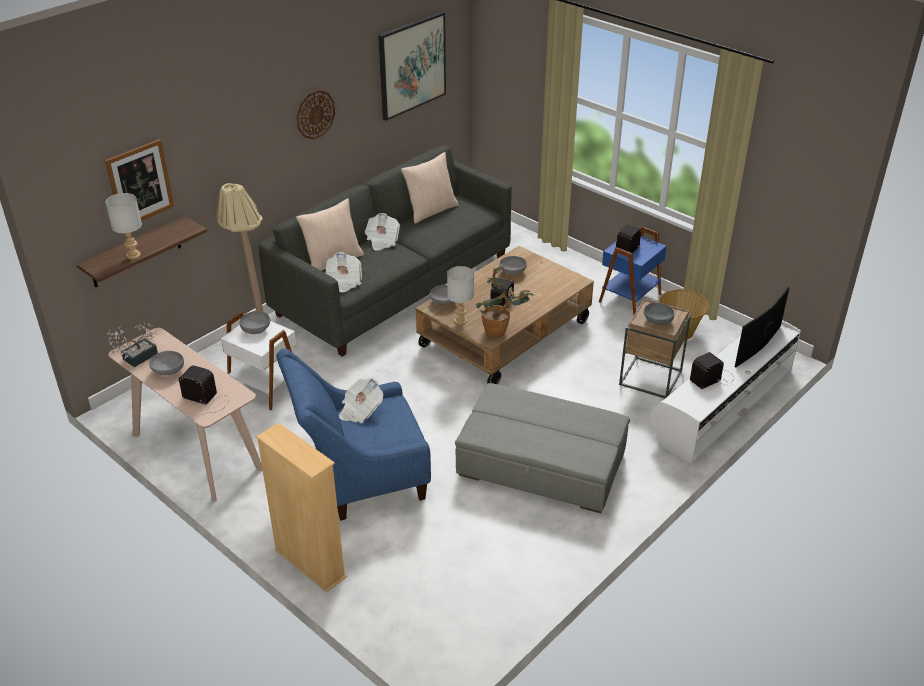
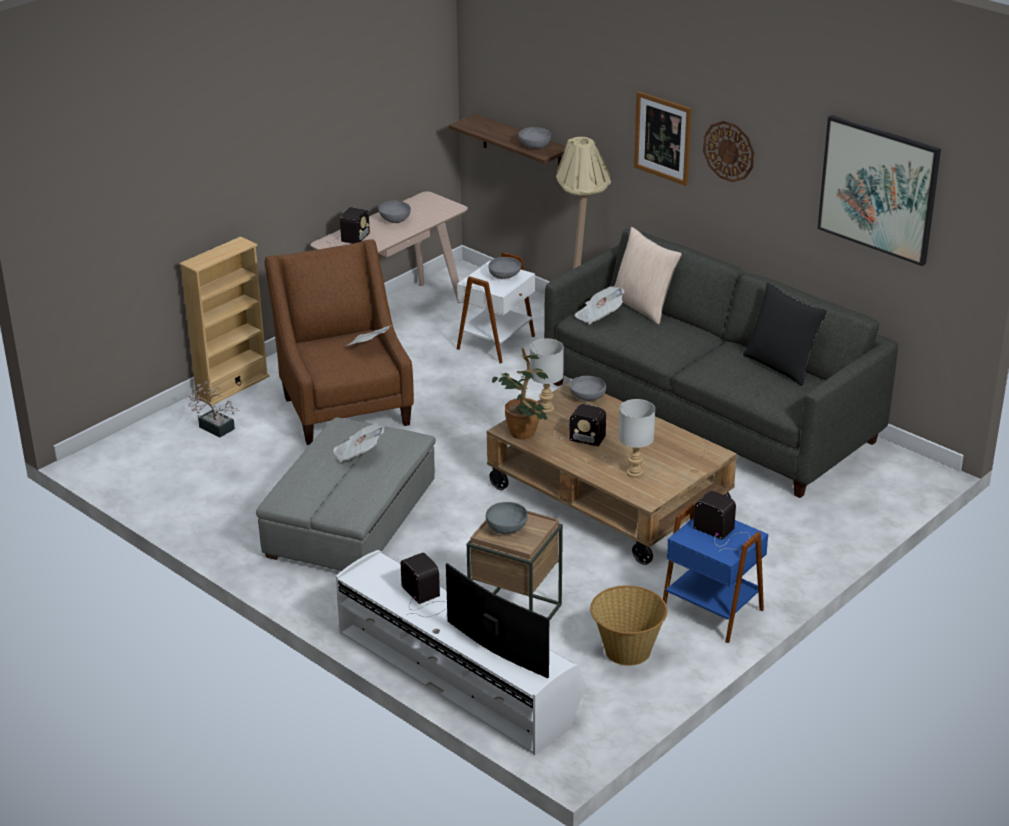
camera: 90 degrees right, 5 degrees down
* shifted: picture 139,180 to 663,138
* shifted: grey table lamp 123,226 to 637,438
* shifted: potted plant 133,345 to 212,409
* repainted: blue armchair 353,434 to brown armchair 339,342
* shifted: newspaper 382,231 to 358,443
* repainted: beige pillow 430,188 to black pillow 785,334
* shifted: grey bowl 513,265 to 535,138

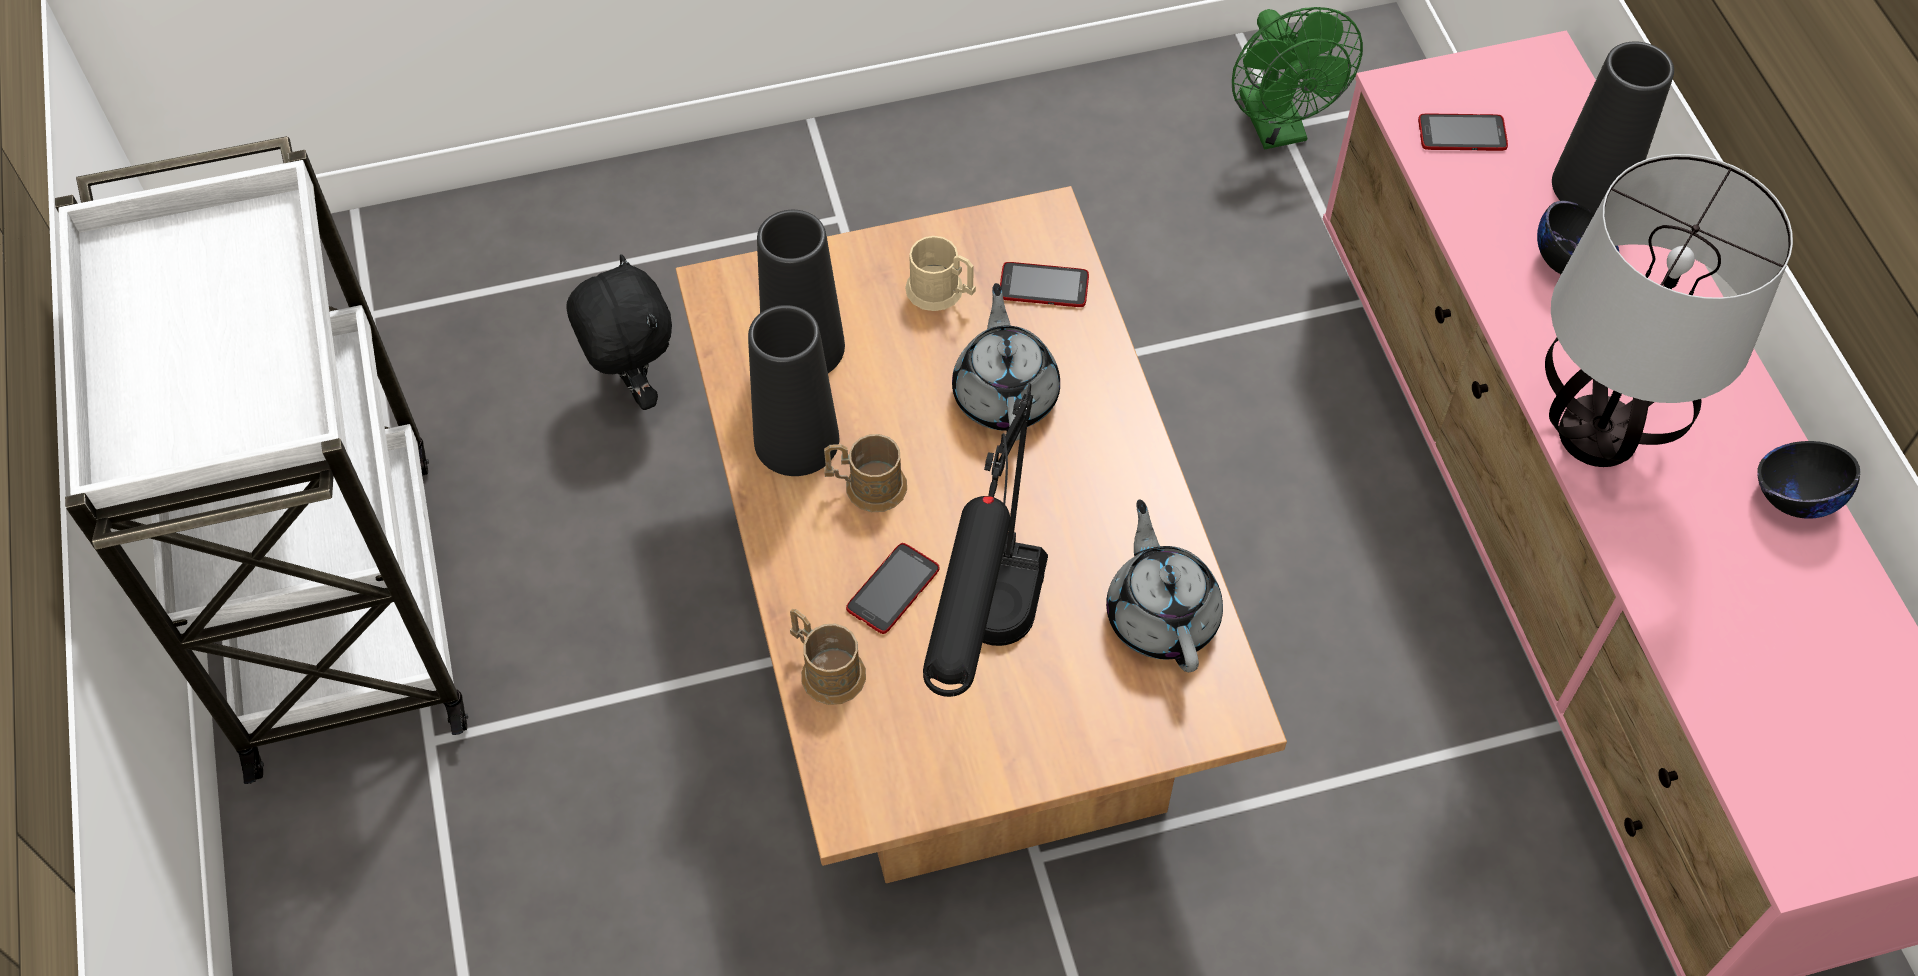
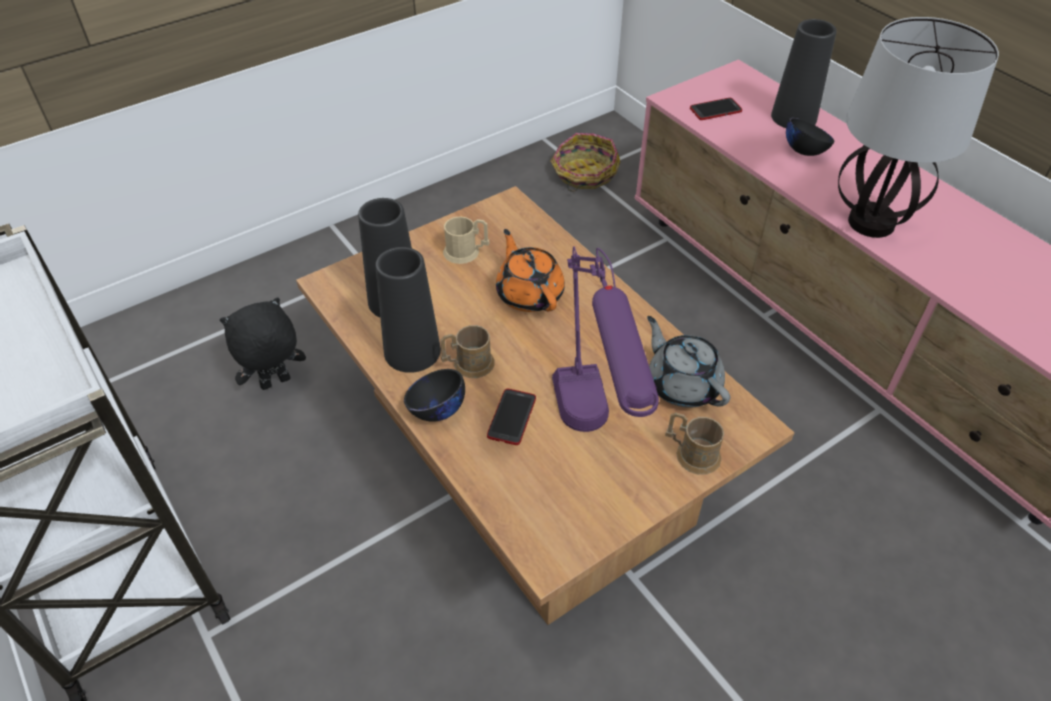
camera: 20 degrees left, 10 degrees down
* rotated: black plush toy 619,332 = 263,343 75 degrees counterclockwise
* shifted: brown mug 828,657 to 694,444
* repainted: black table lamp 985,540 to purple table lamp 605,339
* repainted: grey teapot 1006,362 to orange teapot 530,270
* gone: phone 1044,284
* swapped: green fan 1297,78 to basket 585,162
* shifted: black bowl 1808,480 to 434,395

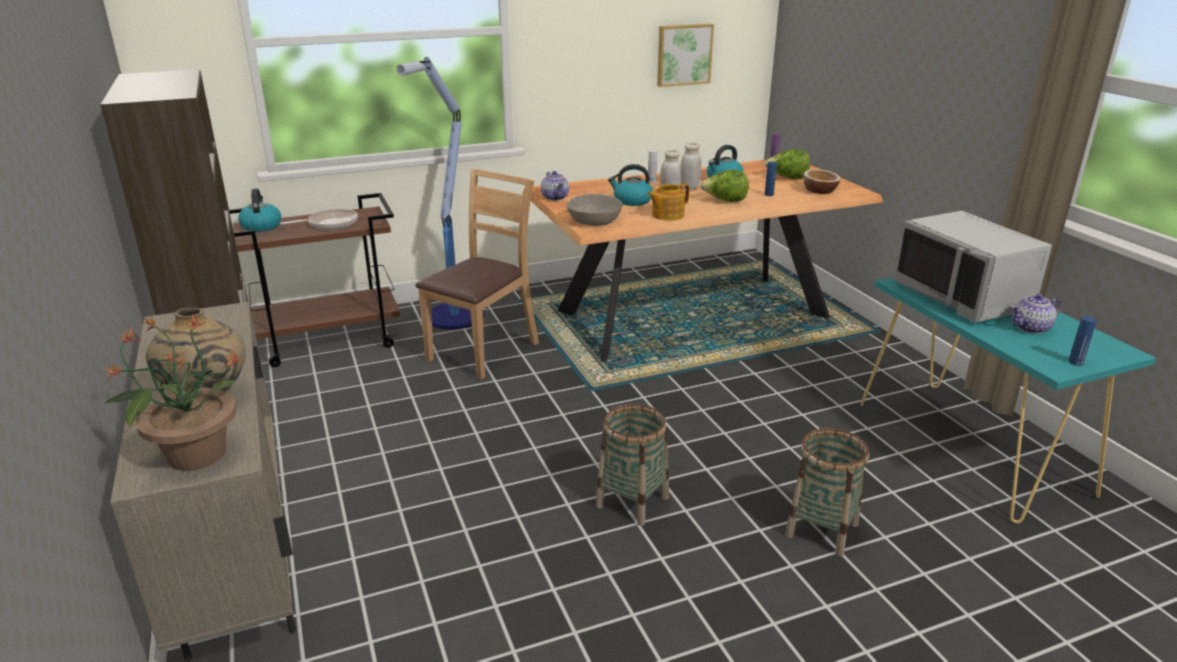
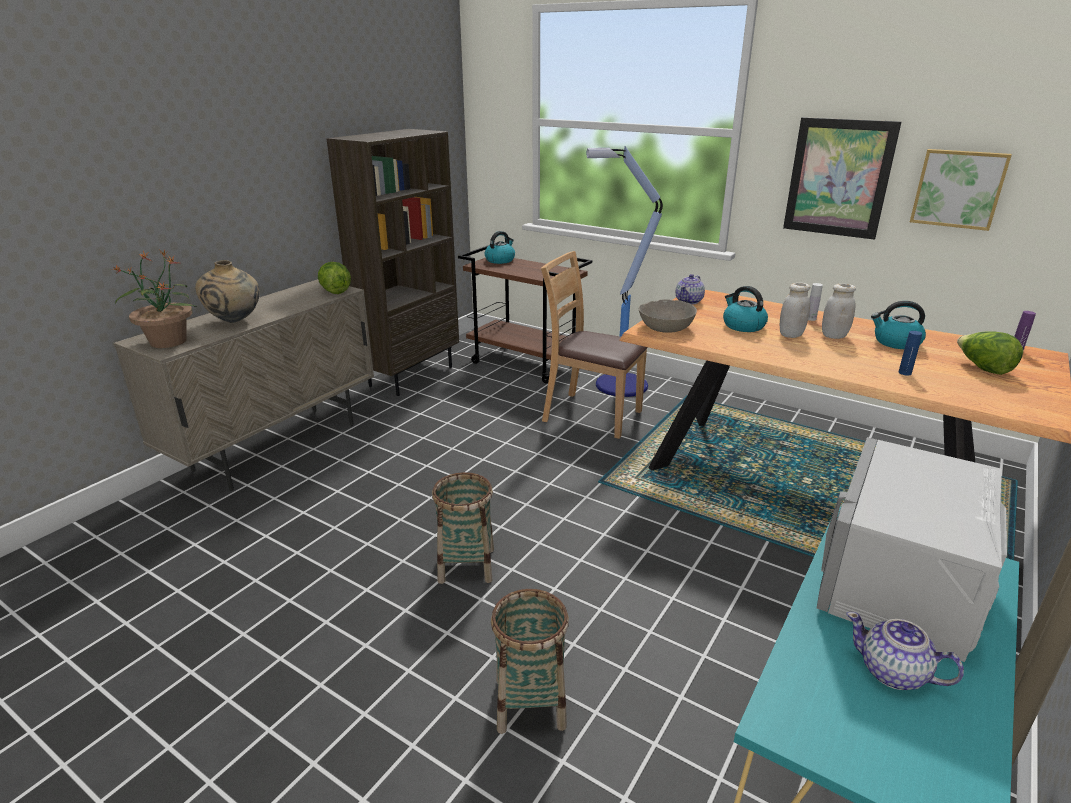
camera: 55 degrees right, 0 degrees up
* gone: frying pan 319,219
* rotated: brown chair 477,274 = 594,345 150 degrees counterclockwise
* gone: teapot 669,202
* shifted: lettuce 724,186 to 334,278
* gone: bowl 822,181
* gone: blue bottle 1083,341
* new: picture 842,178

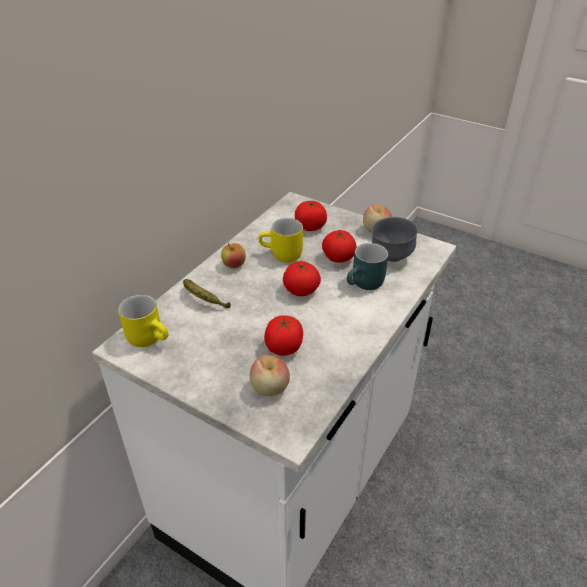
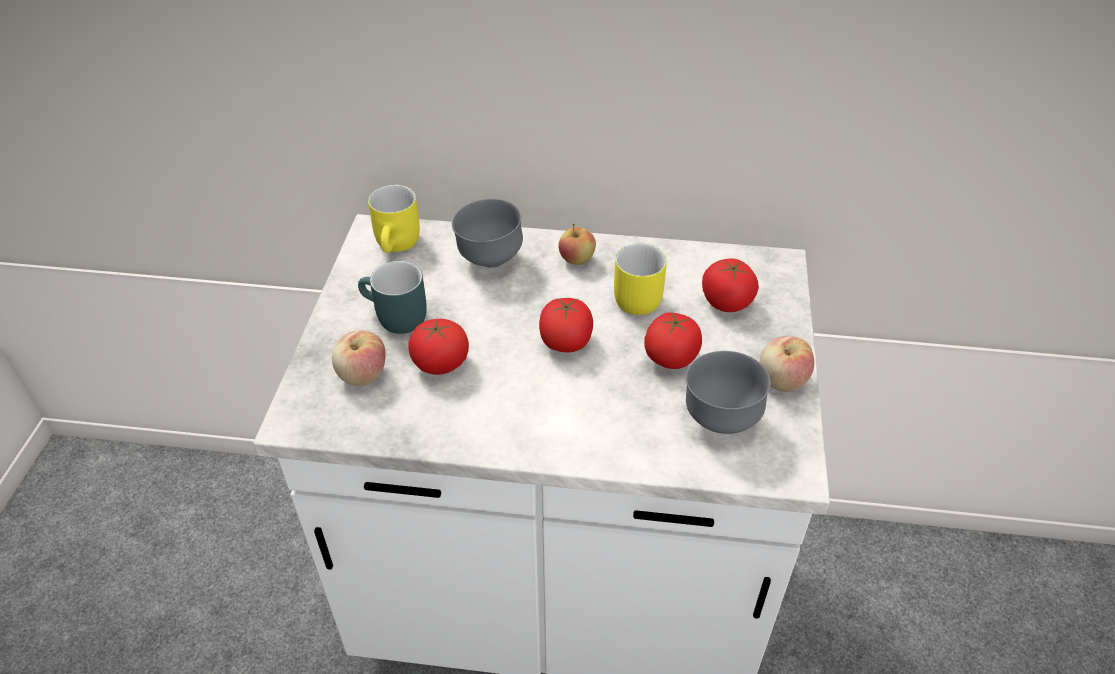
camera: 65 degrees right, 5 degrees up
* swapped: banana 207,293 to grey bowl 487,233
* shifted: turquoise mug 367,266 to 392,297

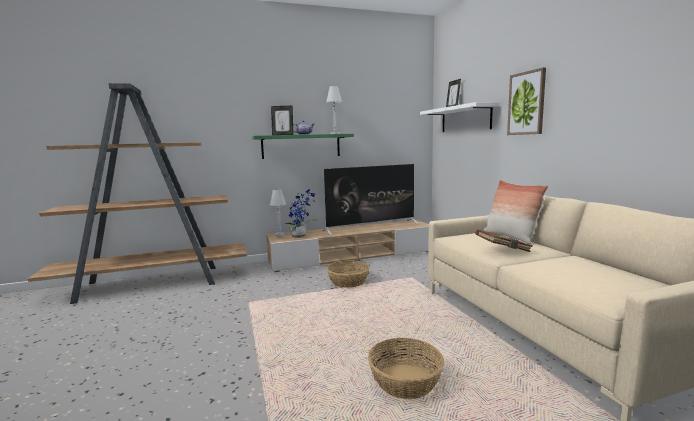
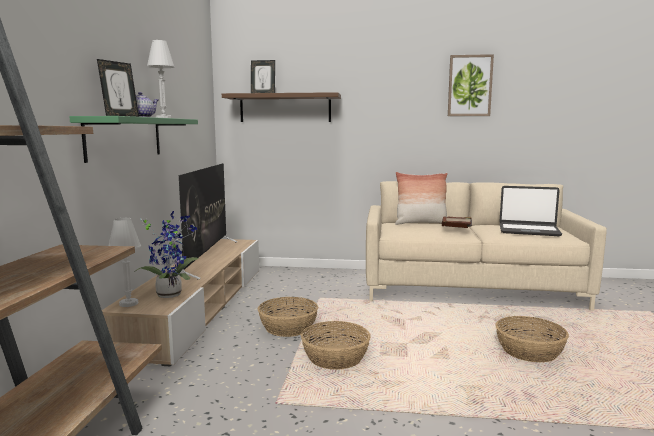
camera: 65 degrees left, 0 degrees up
* repainted: white shelf 459,117 to brown shelf 281,107
* shifted: picture 526,101 to 471,85
* new: basket 336,345
* new: laptop 530,211

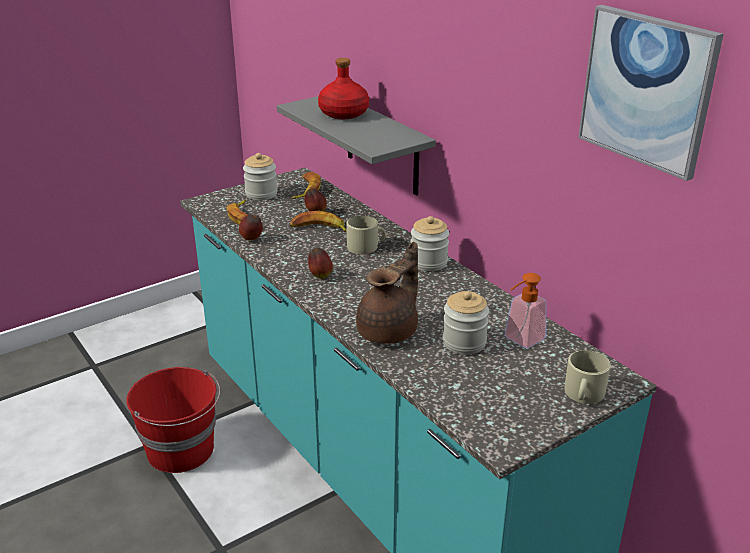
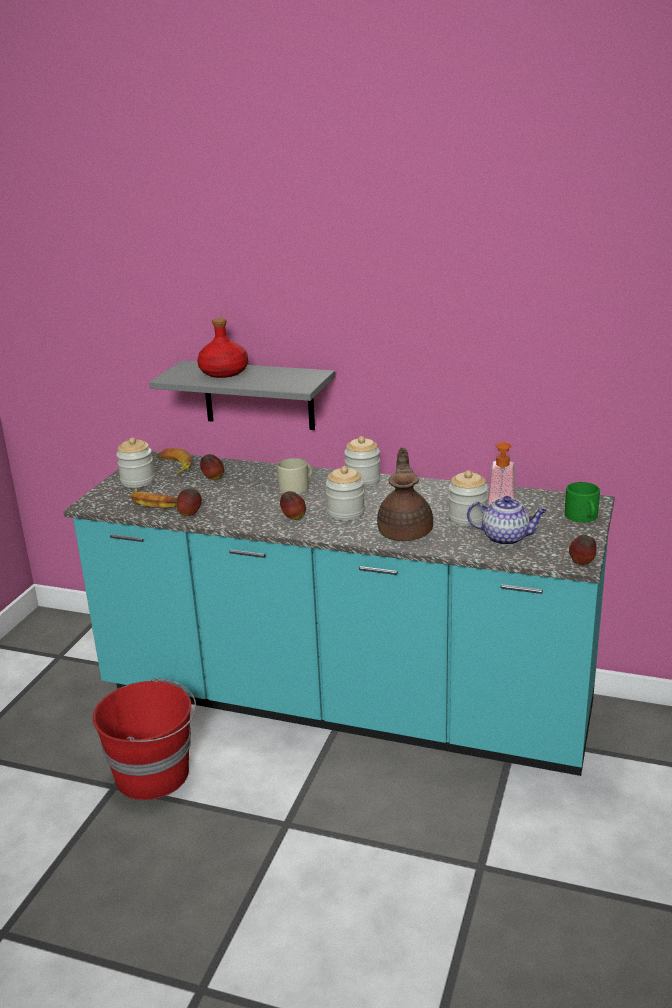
camera: 35 degrees left, 5 degrees down
* gone: banana 318,222
* repainted: beige mug 588,377 to green mug 582,502
* gone: picture 651,93
* new: jar 345,493
* new: teapot 507,520
* new: apple 583,550

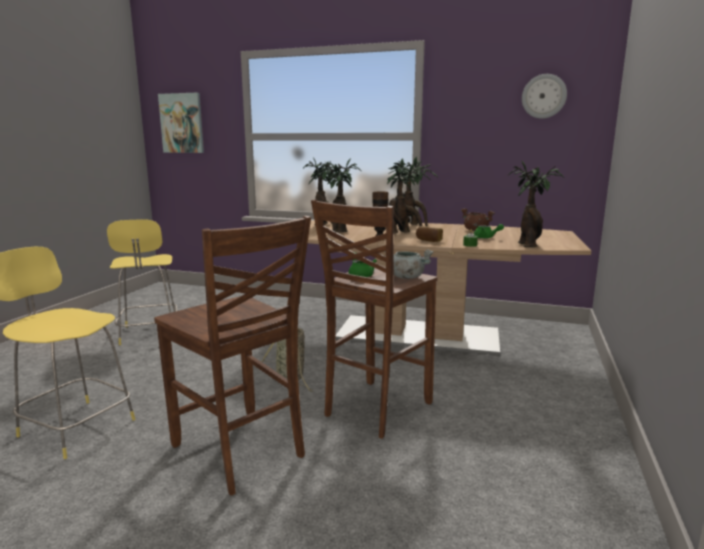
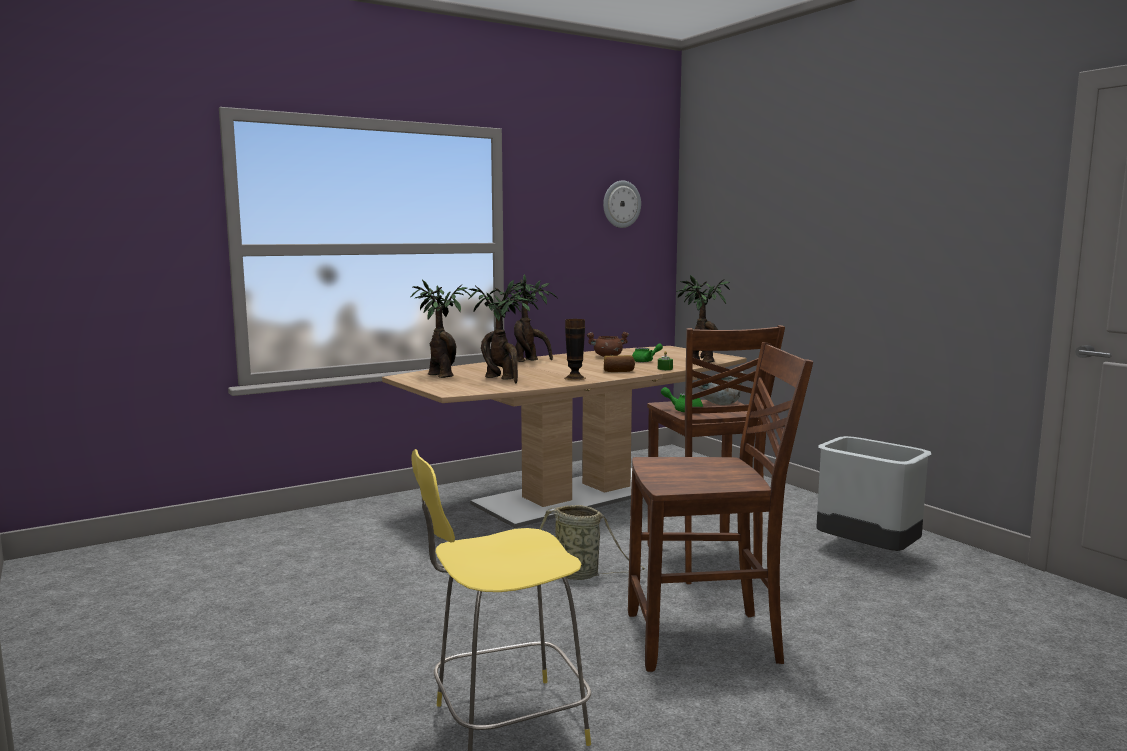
camera: 50 degrees left, 5 degrees down
* gone: yellow stool 142,282
* gone: picture 181,123
* gone: potted plant 409,196
* new: grey trash can 873,493

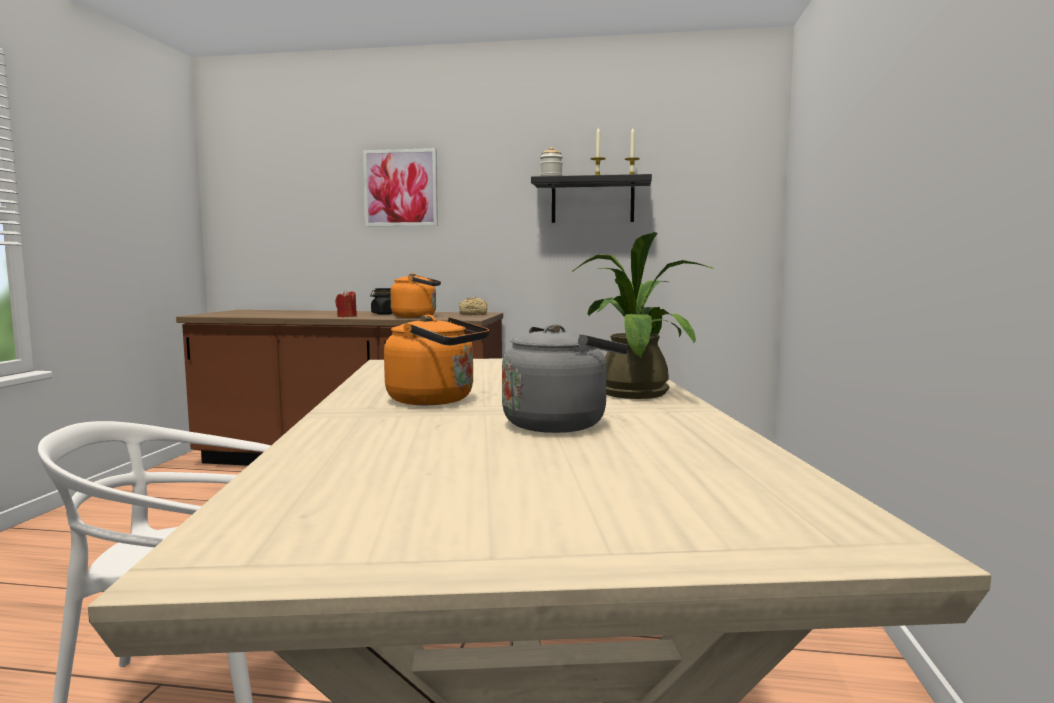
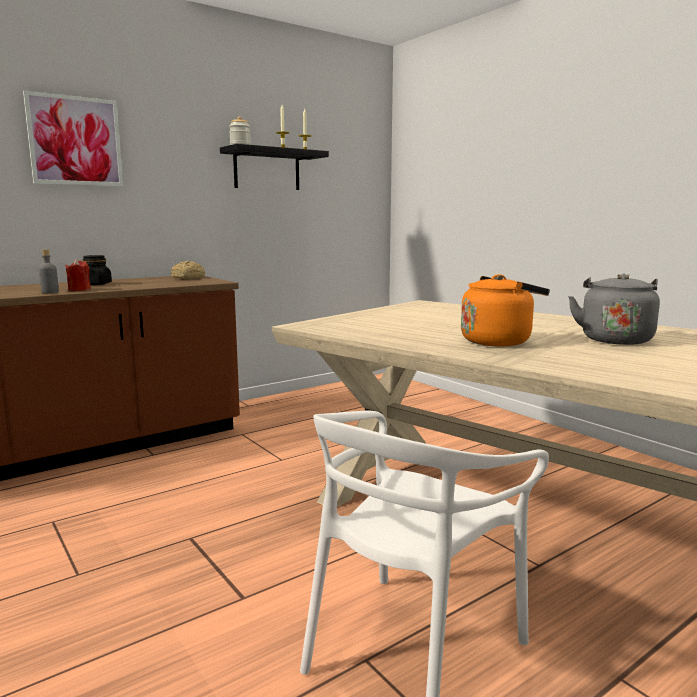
camera: 45 degrees left, 5 degrees up
* gone: orange kettle 415,295
* gone: potted plant 643,315
* new: grey bottle 49,271

